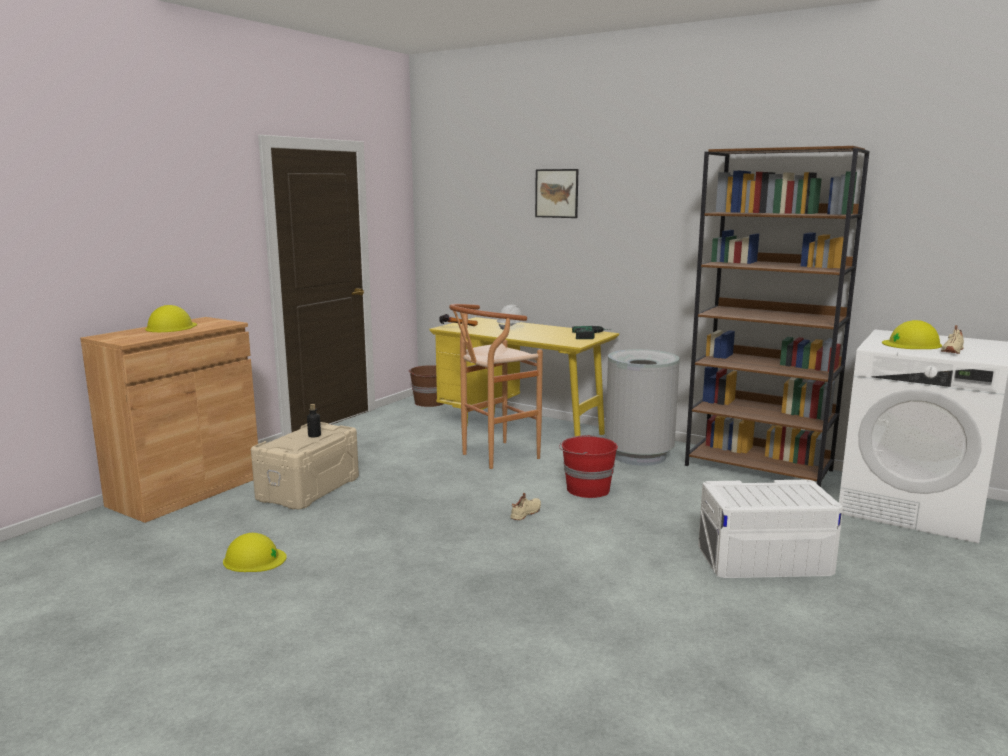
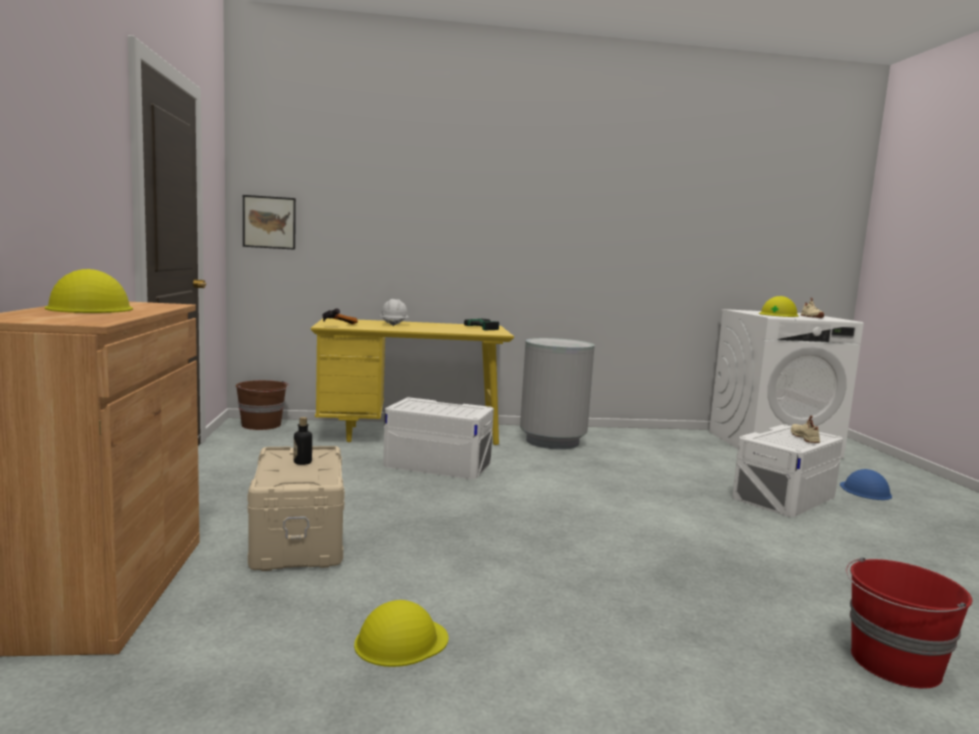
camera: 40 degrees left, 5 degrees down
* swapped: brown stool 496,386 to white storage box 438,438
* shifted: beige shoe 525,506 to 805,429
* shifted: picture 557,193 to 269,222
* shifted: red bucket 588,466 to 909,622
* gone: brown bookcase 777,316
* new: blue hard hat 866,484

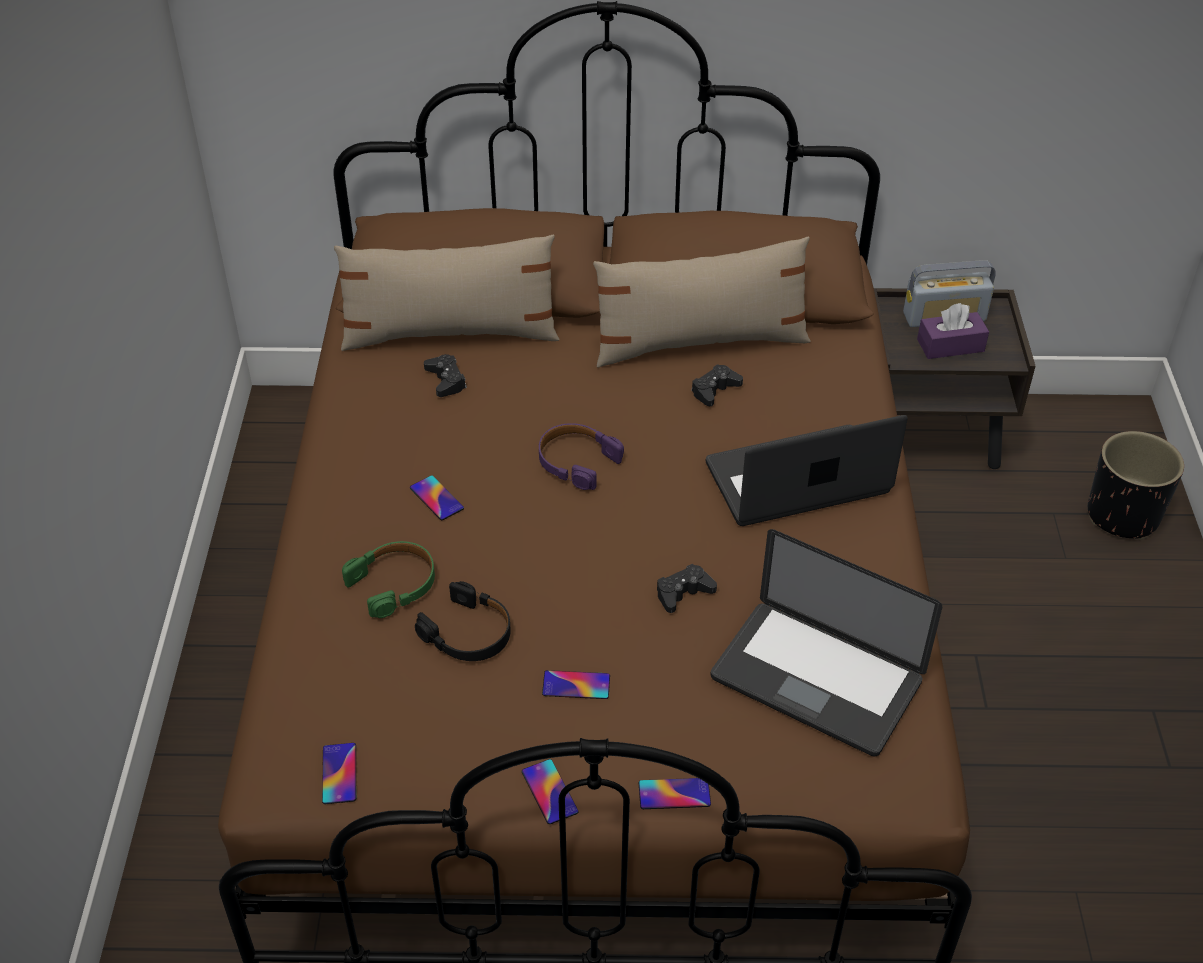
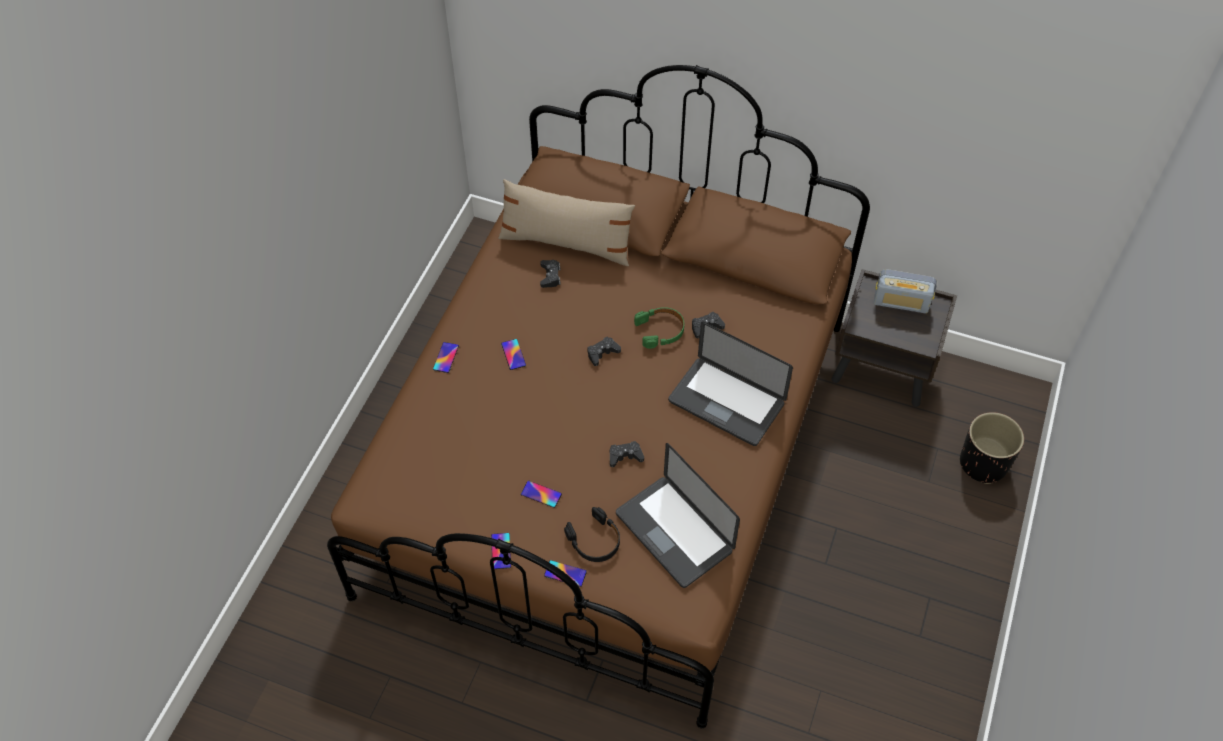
camera: 20 degrees right, 10 degrees up
* shifted: phone 339,773 to 446,357
* shifted: green headphones 388,579 to 659,328
* shifted: black headphones 463,621 to 592,534
* swapped: purple headphones 581,456 to black game controller 604,351
* gone: beige pillow 702,302
* rotated: laptop 807,470 = 730,384 150 degrees counterclockwise
* gone: purple tissue box 953,331

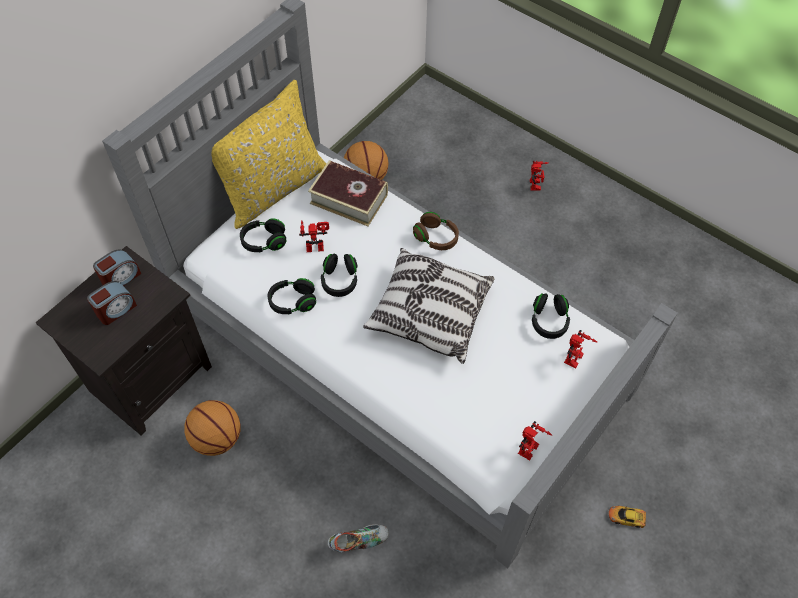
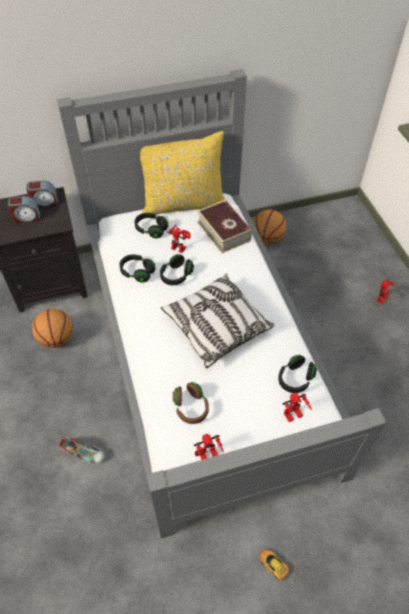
camera: 35 degrees right, 5 degrees down
* shifted: brown headphones 436,231 to 191,403

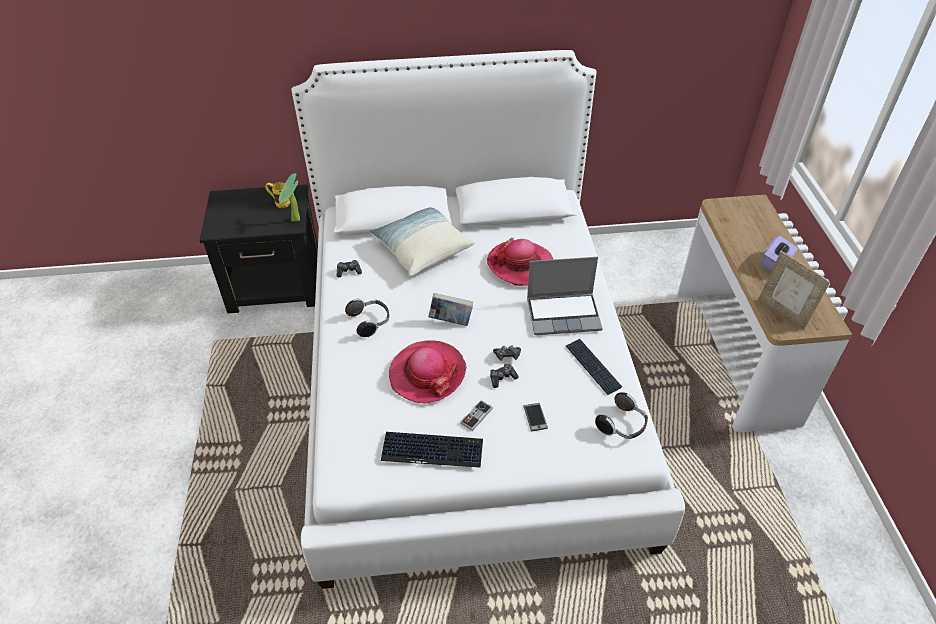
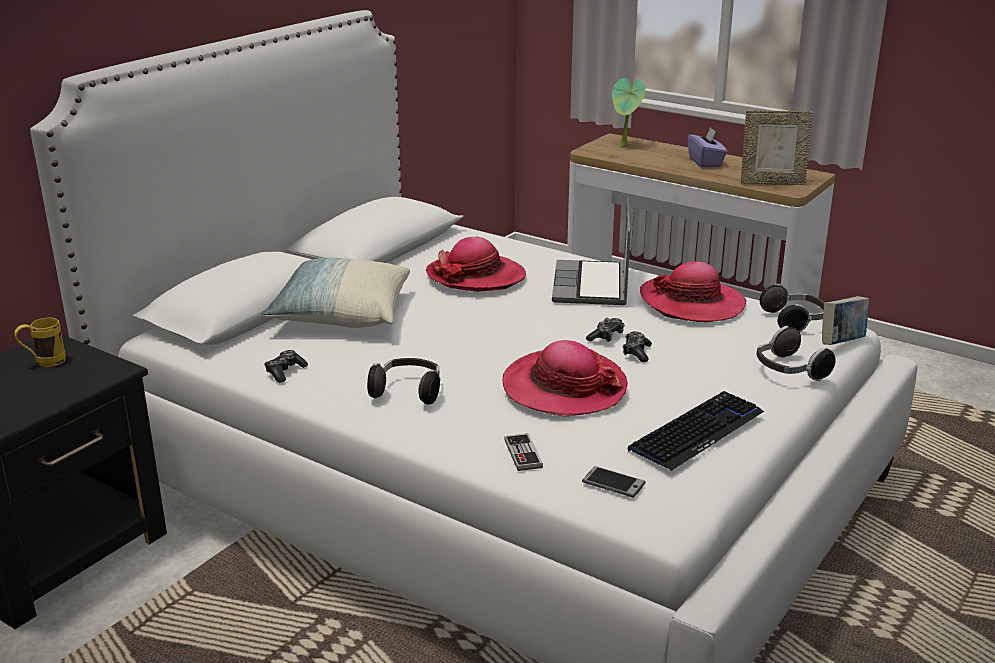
camera: 50 degrees left, 20 degrees down
* shifted: potted plant 289,197 to 628,112
* shifted: book 450,309 to 845,320
* shifted: game controller 476,415 to 523,452
* shifted: phone 535,417 to 614,482
* rotated: laptop 565,296 = 591,251 150 degrees clockwise
* swapped: keyboard 594,367 to hat 693,291
* new: headphones 796,353

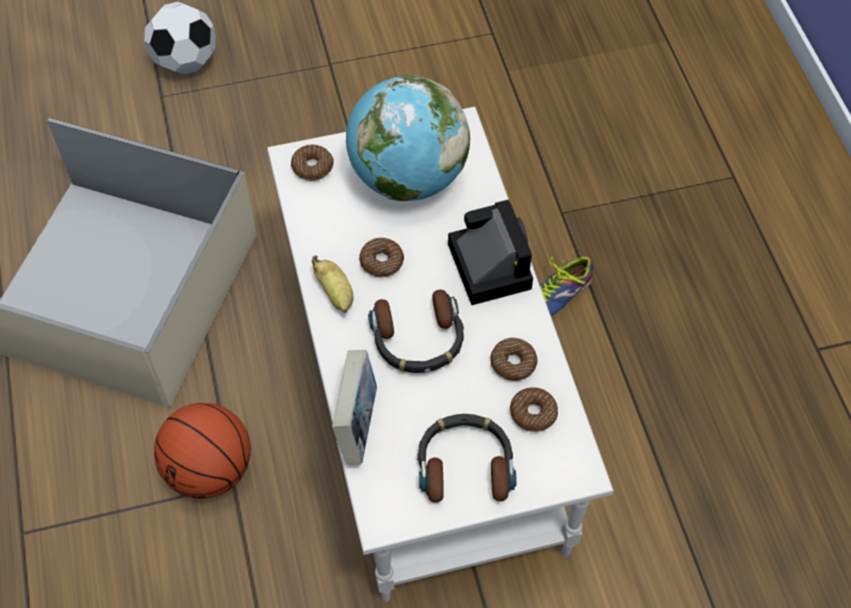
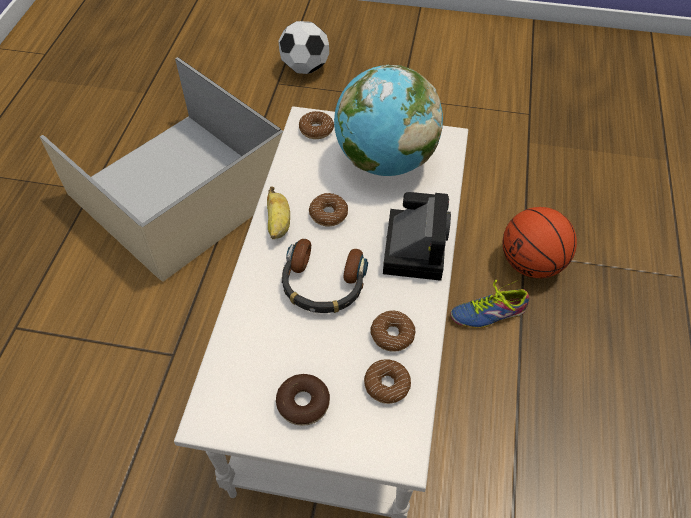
camera: 25 degrees right, 5 degrees down
* shifted: basketball 202,451 to 540,242
* gone: book 354,407
* swapped: headphones 467,458 to donut 303,400

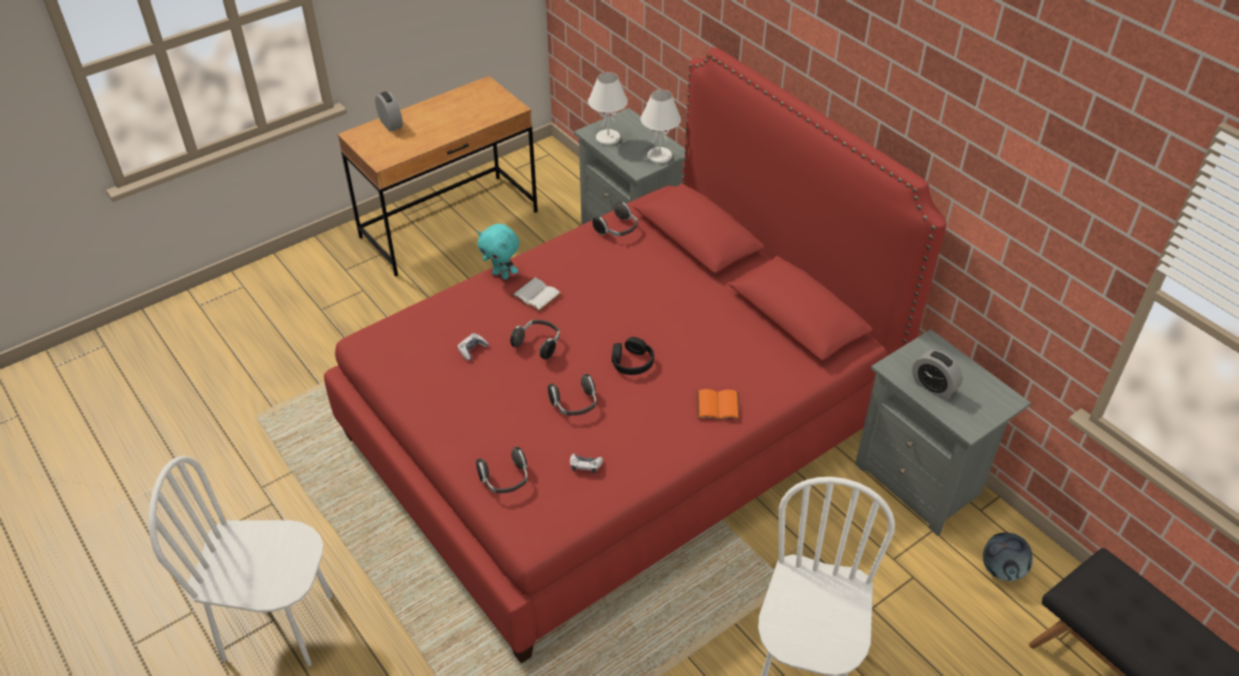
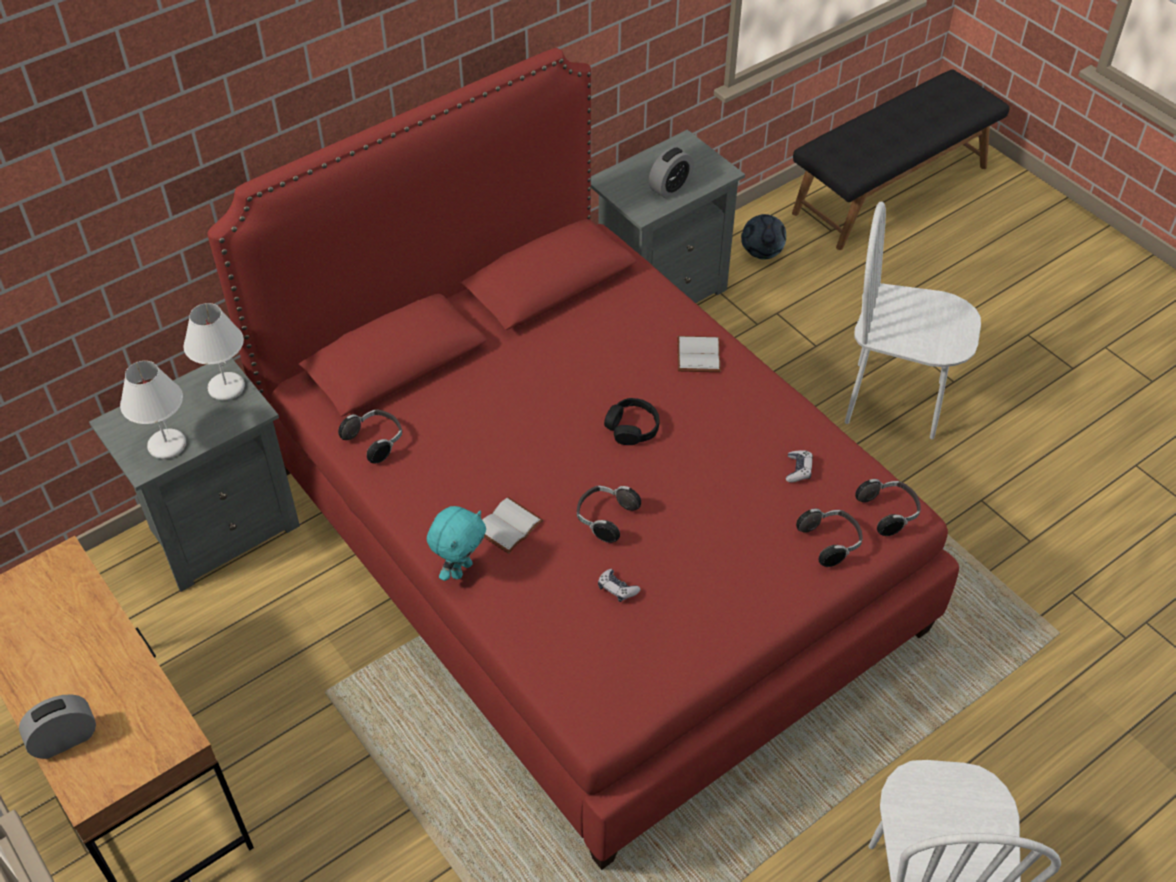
camera: 90 degrees left, 5 degrees up
* shifted: headphones 572,395 to 888,507
* repainted: orange book 718,404 to white book 699,354

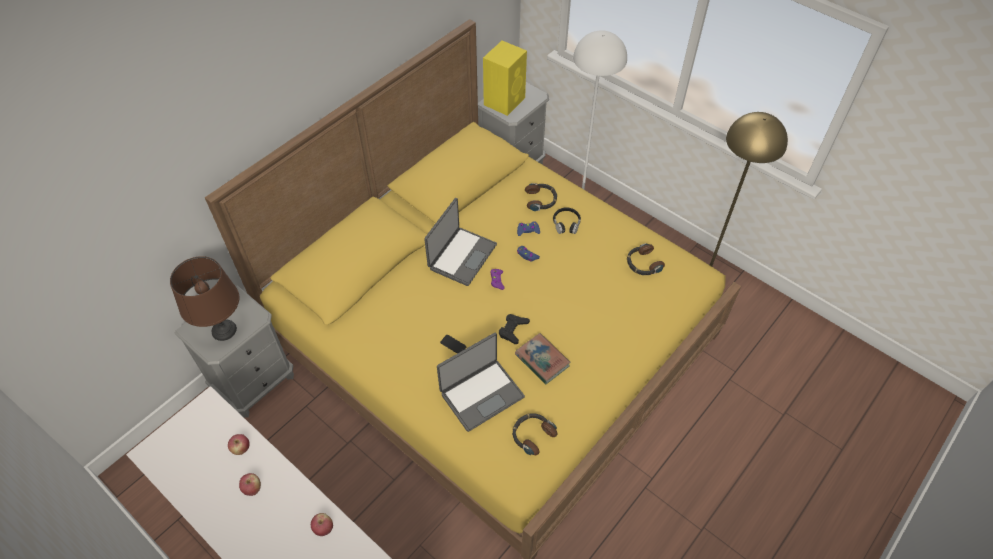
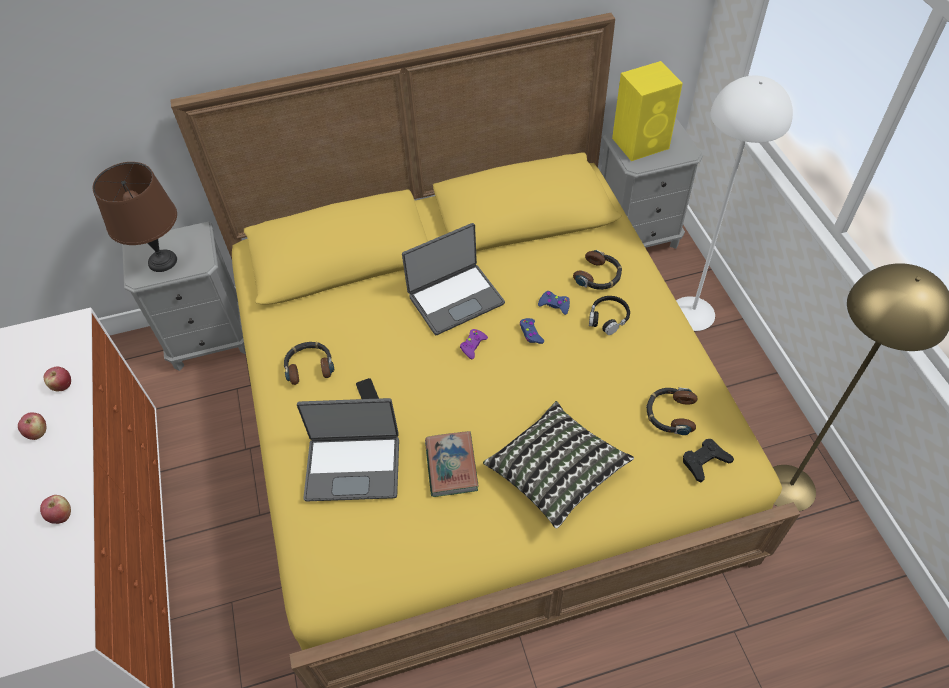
camera: 35 degrees right, 0 degrees up
* shifted: black game controller 514,329 to 708,461
* shifted: headphones 535,434 to 309,363
* new: pillow 558,464

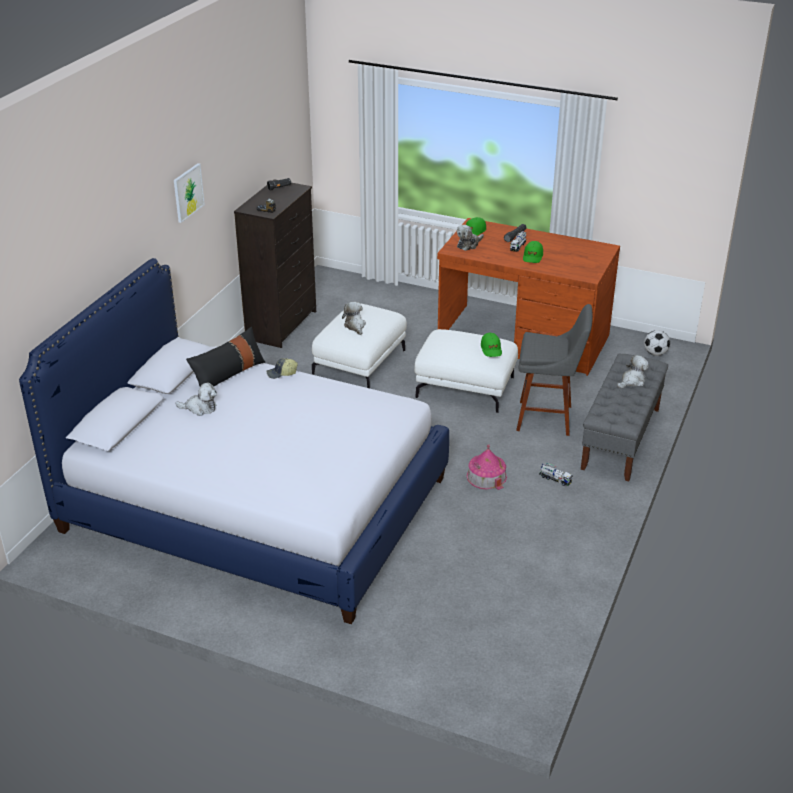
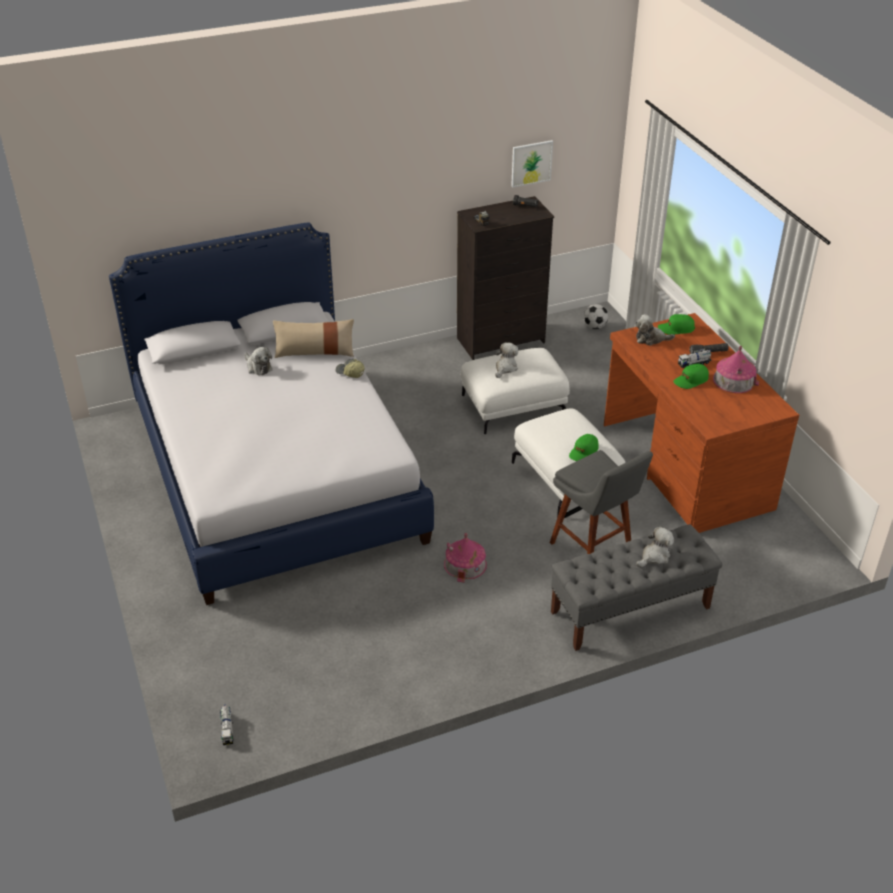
camera: 45 degrees right, 5 degrees up
* shifted: picture 189,193 to 532,164
* repainted: black pillow 225,356 to beige pillow 313,338
* shifted: toy truck 556,474 to 227,724
* rotated: plush toy 633,371 = 655,547 45 degrees counterclockwise
* shifted: football 657,343 to 595,316
* new: toy house 736,369

